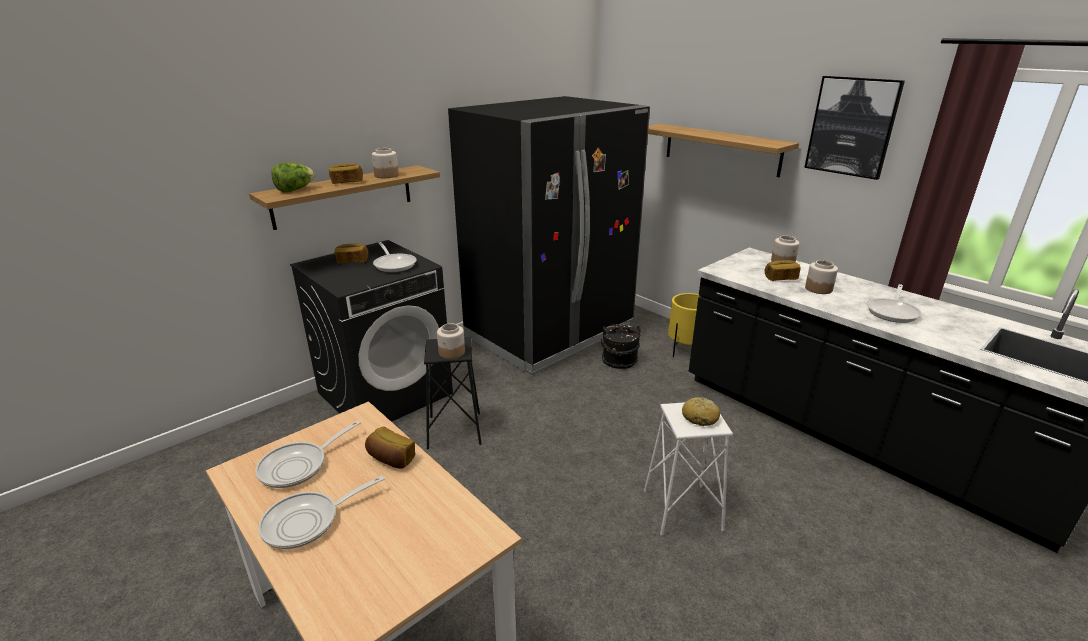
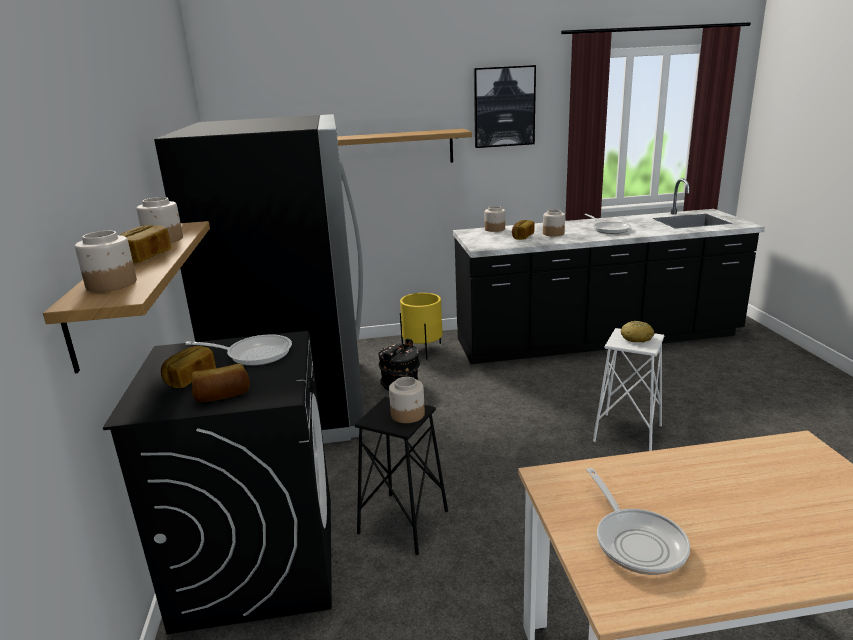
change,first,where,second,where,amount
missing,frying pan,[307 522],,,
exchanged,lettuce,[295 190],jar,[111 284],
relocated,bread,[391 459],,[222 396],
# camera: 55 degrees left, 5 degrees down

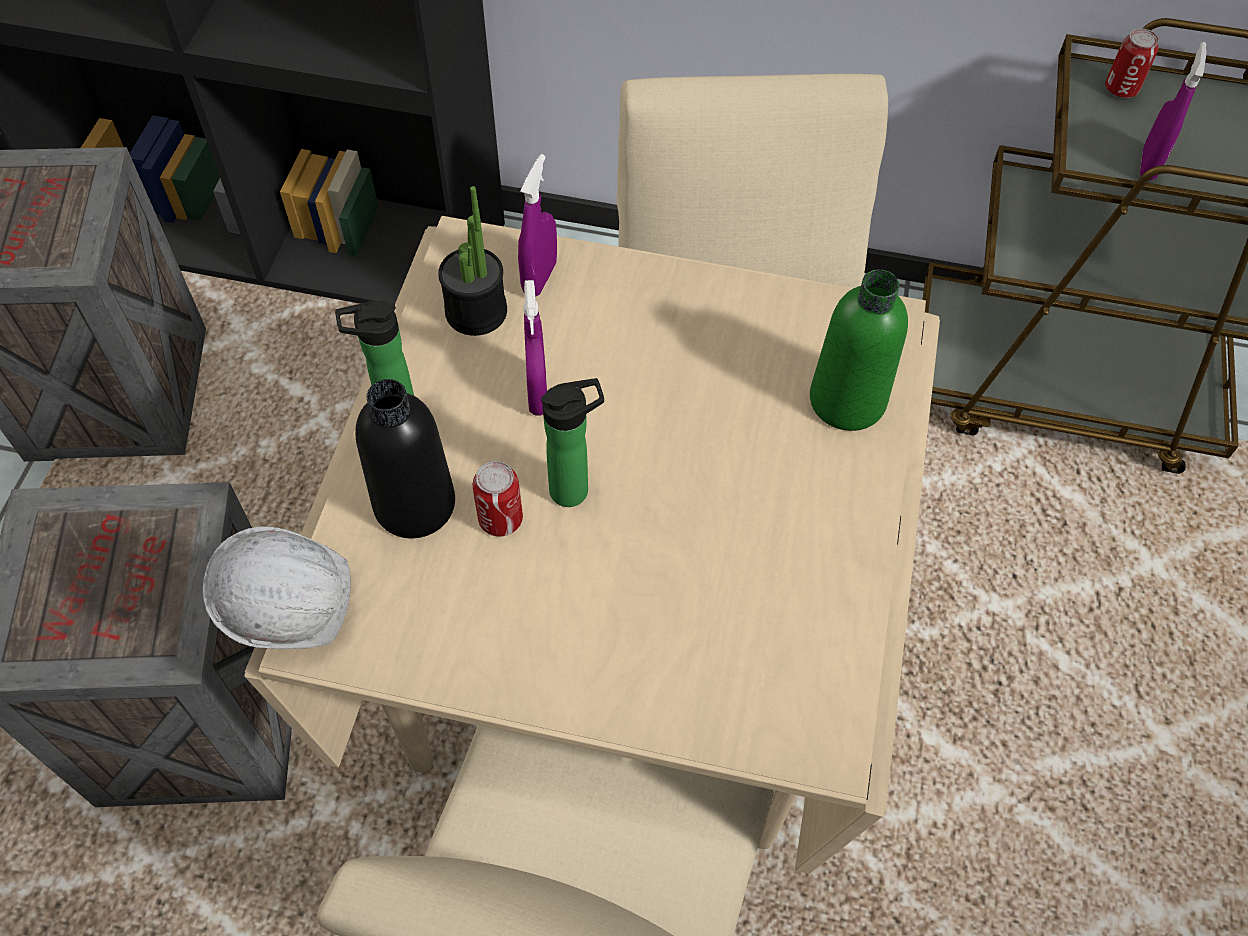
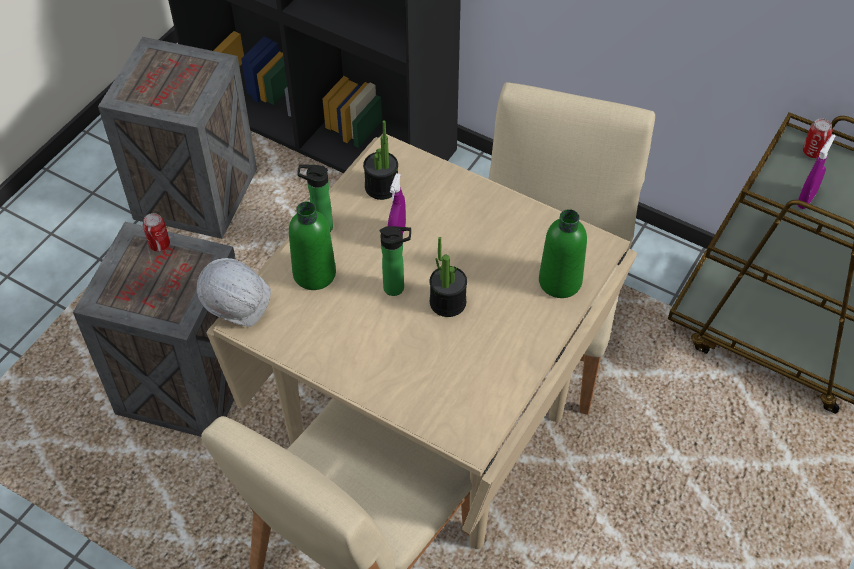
change,first,where,second,where,amount
colour,black bottle,[414 504],green bottle,[314 274],
relocated,can,[500 519],,[159 244],
missing,purple spray bottle,[539 278],,,
appeared,,,potted plant,[447 302],
# camera: 20 degrees right, 5 degrees down

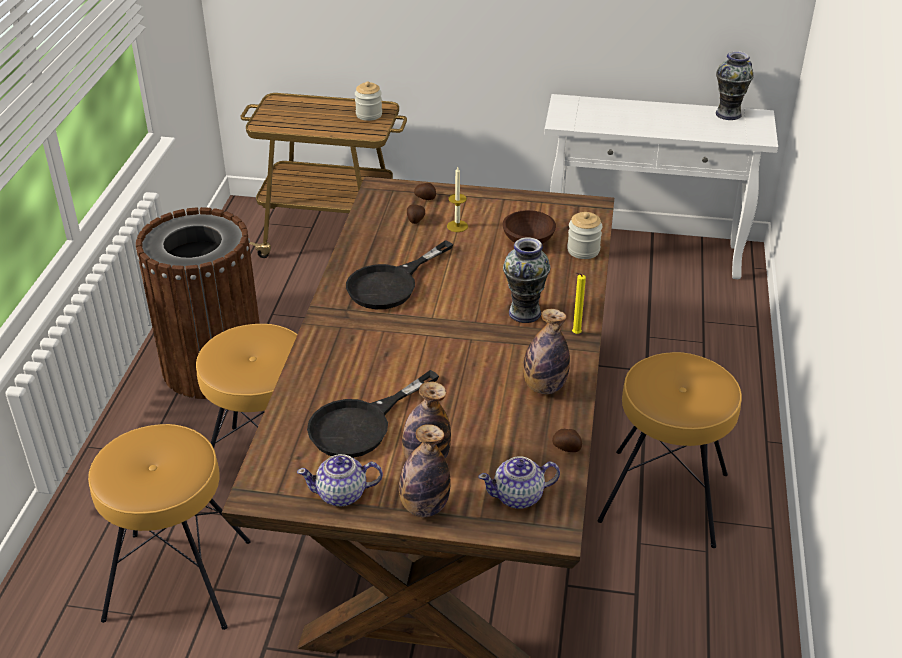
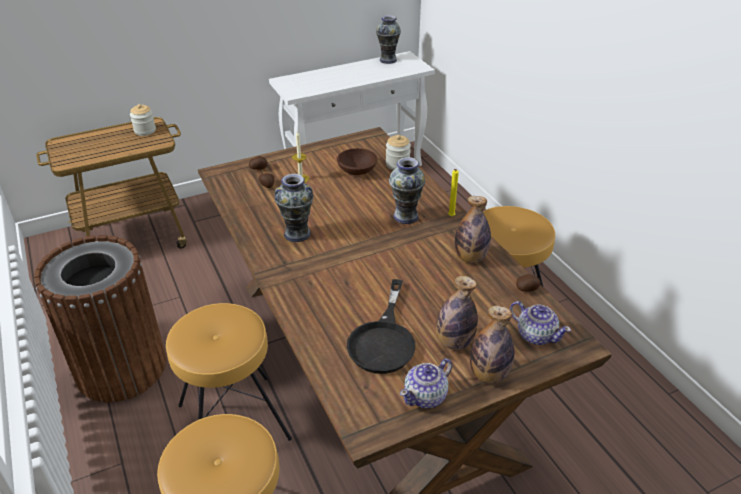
change,first,where,second,where,amount
exchanged,black frying pan,[391 284],vase,[297 234],
spun,teapot,[519 496],,[535 335],90 degrees counterclockwise
# camera: 35 degrees left, 0 degrees up

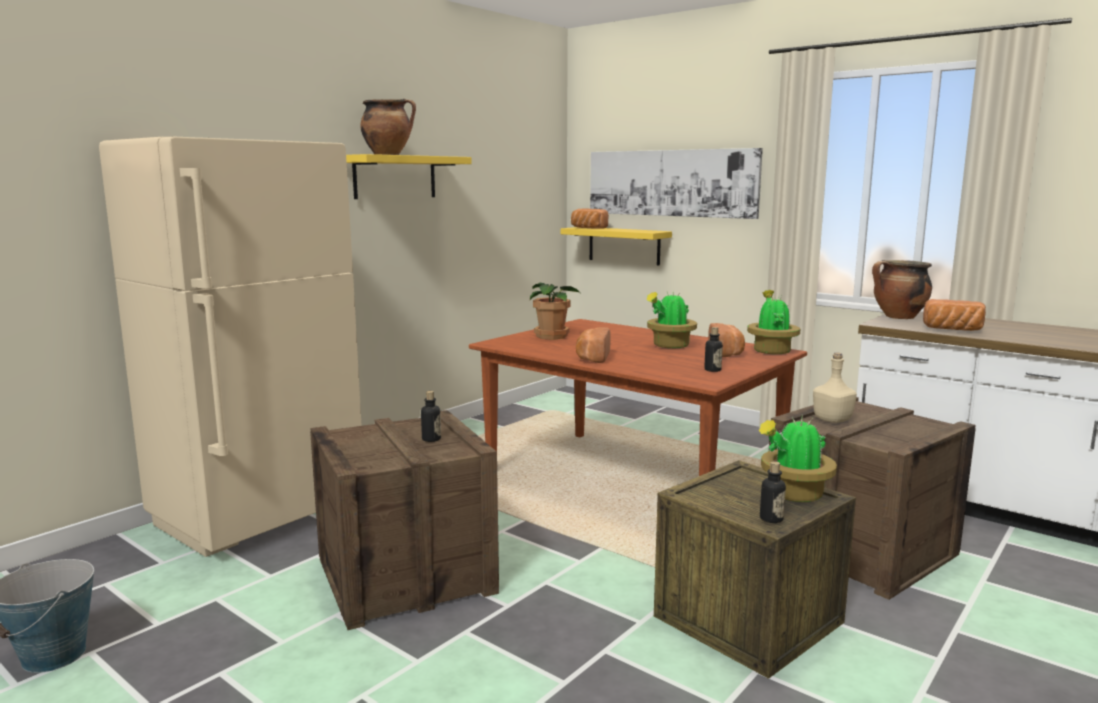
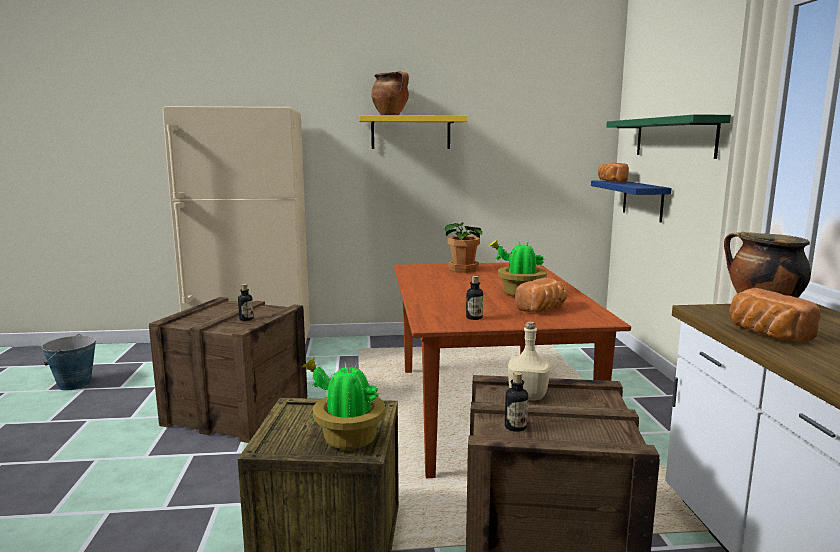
change,first,where,second,where,amount
colour,yellow shelf,[624 245],blue shelf,[642 200],
missing,bread,[592 358],,,
exchanged,picture,[670 183],green shelf,[674 137],
missing,potted plant,[771 351],,,
relocated,bottle,[771 519],,[515 427],
# camera: 45 degrees right, 0 degrees up

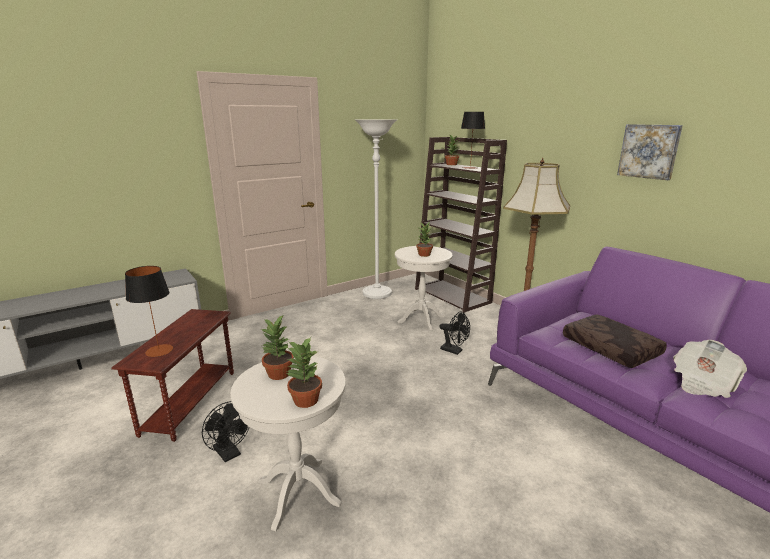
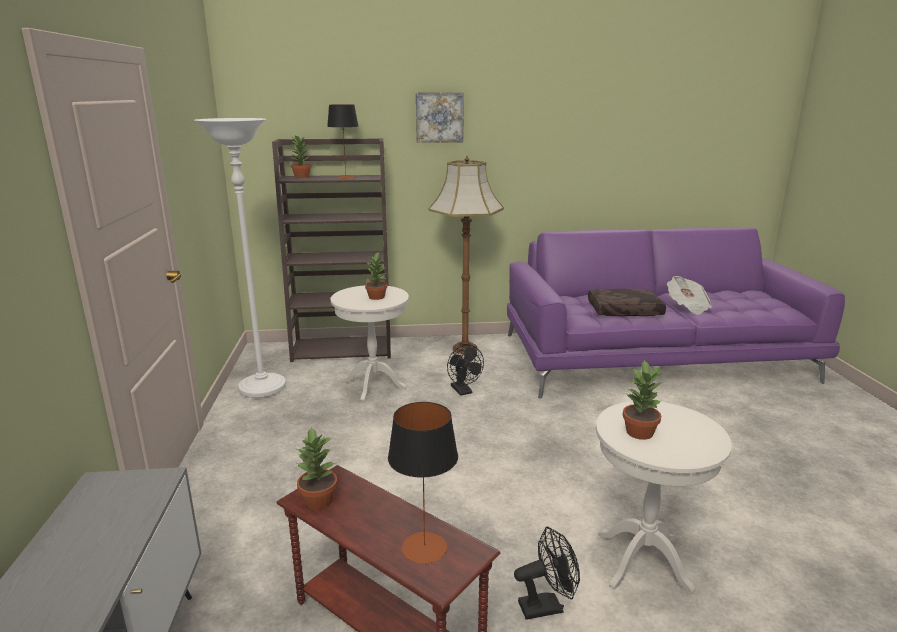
change,first,where,second,where,amount
relocated,potted plant,[305 400],,[318 501],
spun,black fan,[454 351],,[463 391],90 degrees clockwise
relocated,picture,[649 151],,[439 117],
# camera: 60 degrees left, 0 degrees up

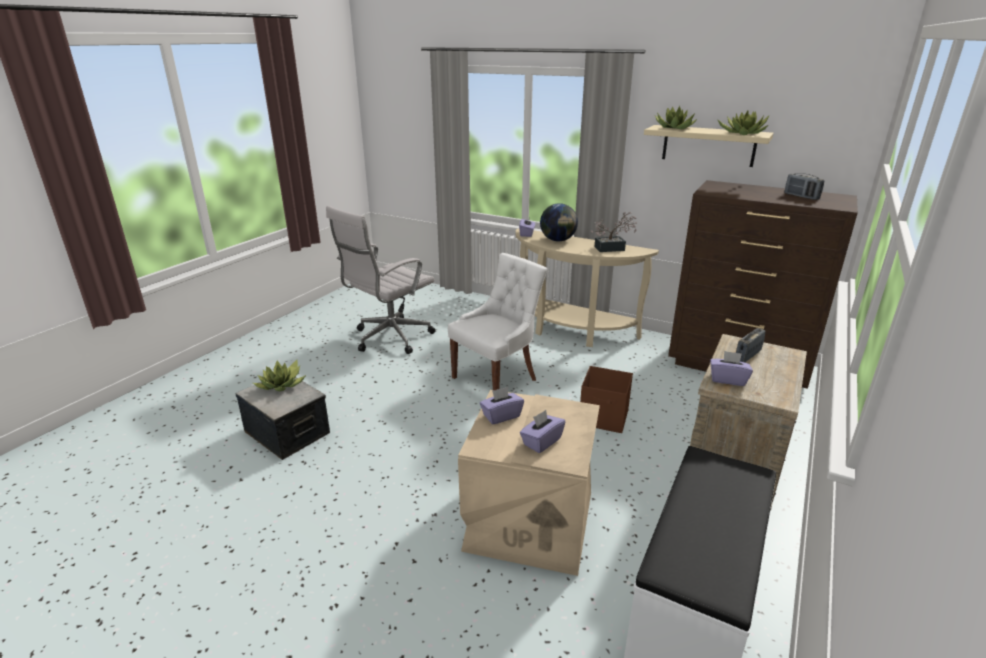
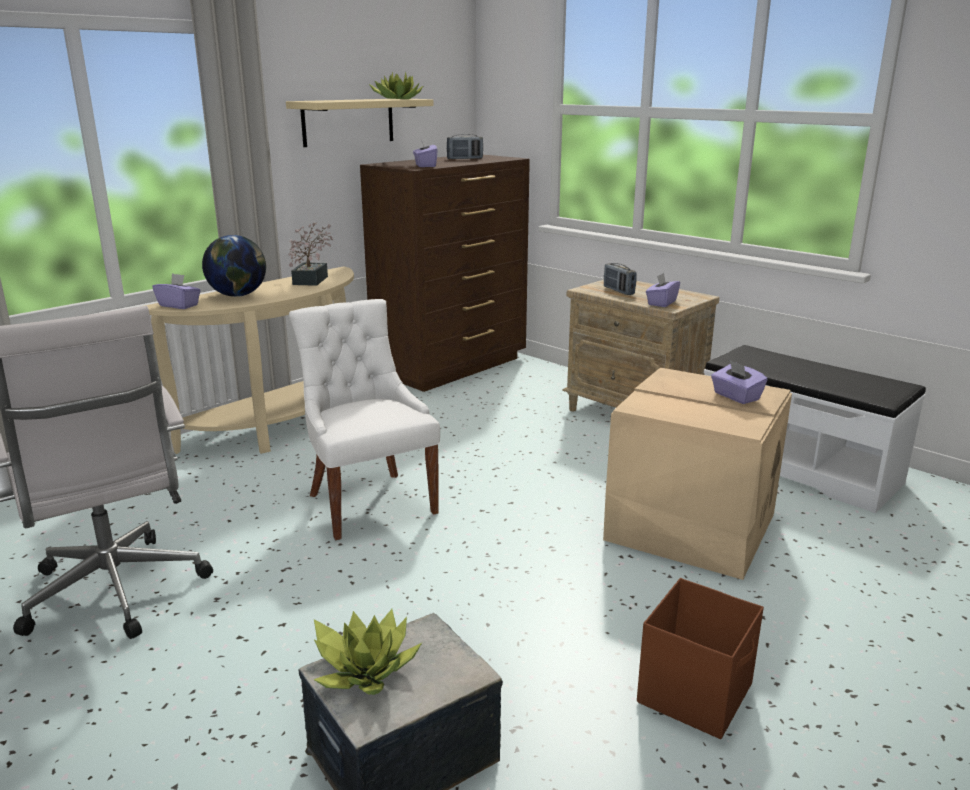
change,first,where,second,where,amount
relocated,purple tissue box,[501 416],,[425 166],
relocated,brown storage box,[604 418],,[696 693],
missing,potted plant,[674 128],,,
# camera: 75 degrees left, 5 degrees down

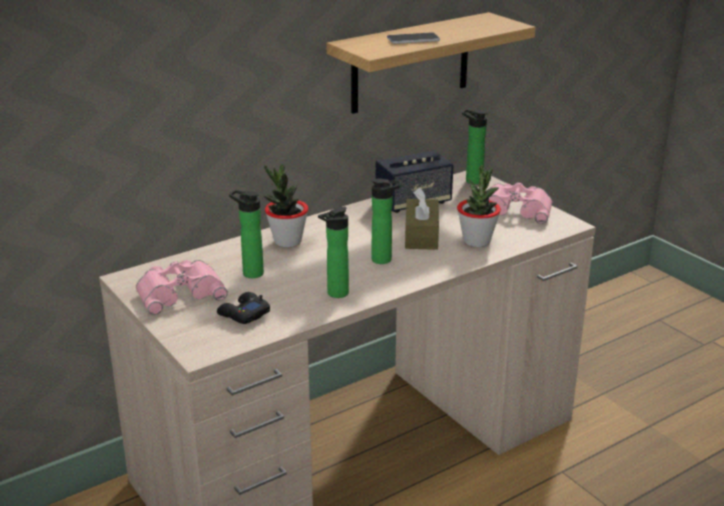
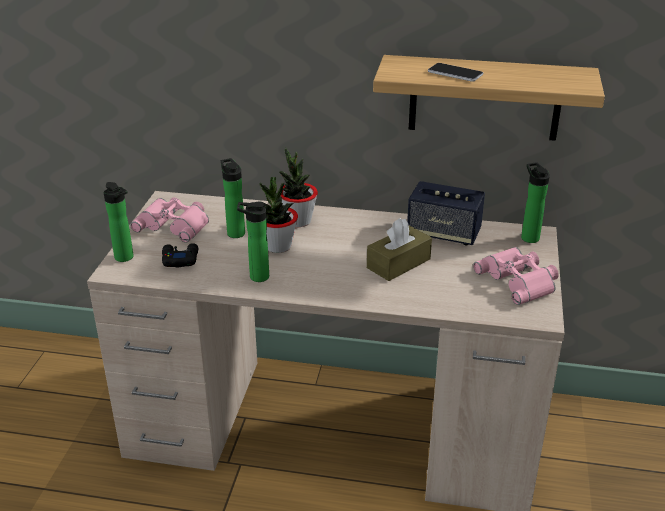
change,first,where,second,where,amount
relocated,bottle,[385 260],,[125 258],
relocated,potted plant,[476 241],,[278 246],
# camera: 45 degrees right, 5 degrees up

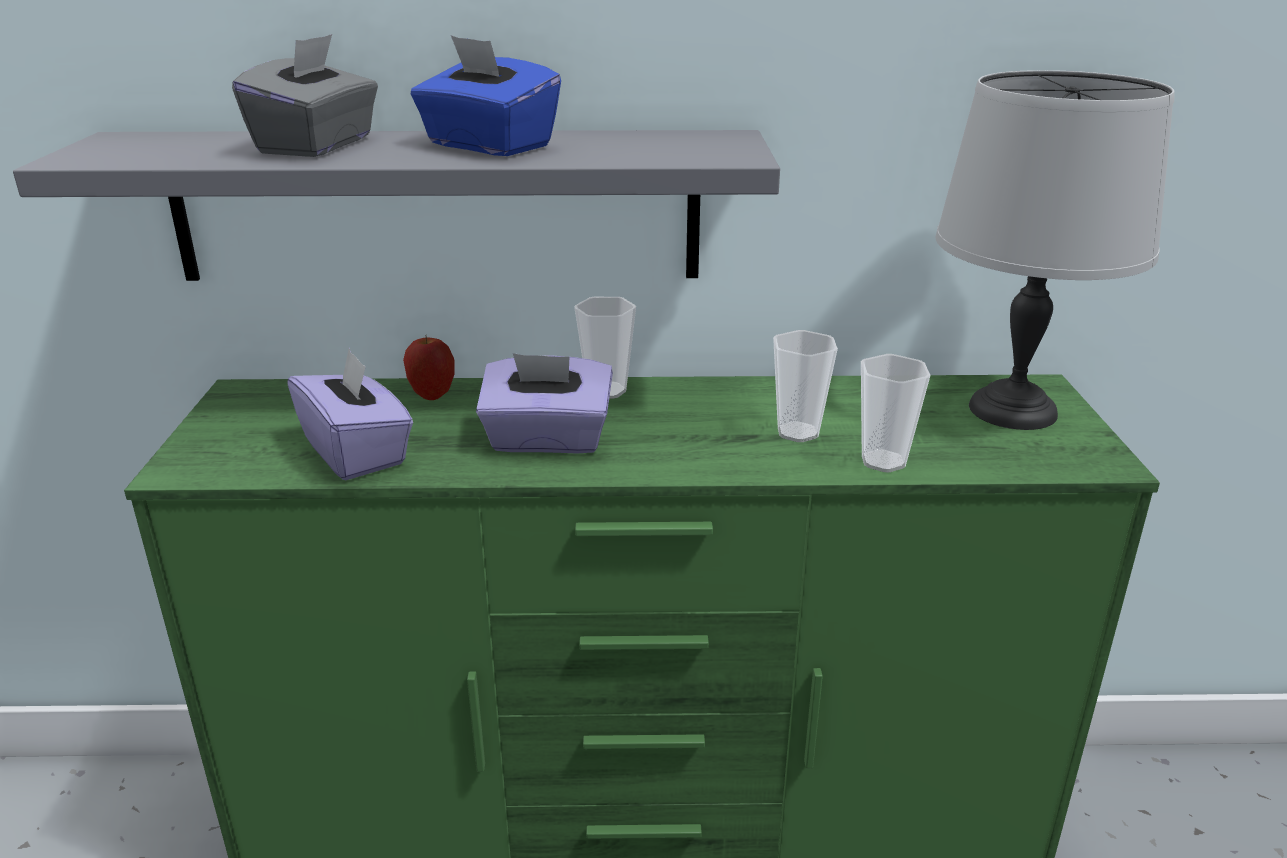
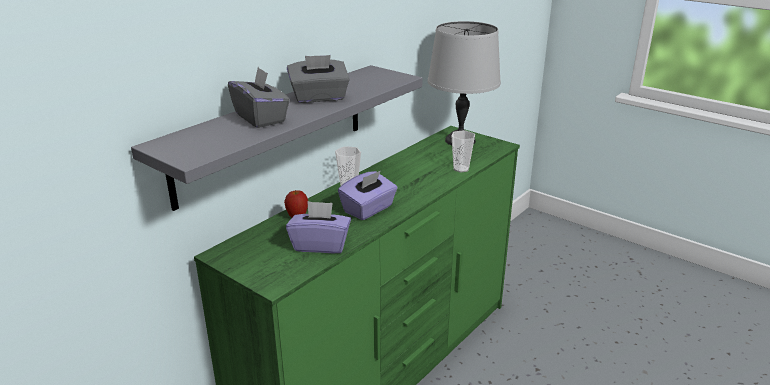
change,first,where,second,where,amount
colour,blue tissue box,[488 146],grey tissue box,[319 98],
missing,cup,[797 432],,,
# camera: 50 degrees left, 0 degrees up

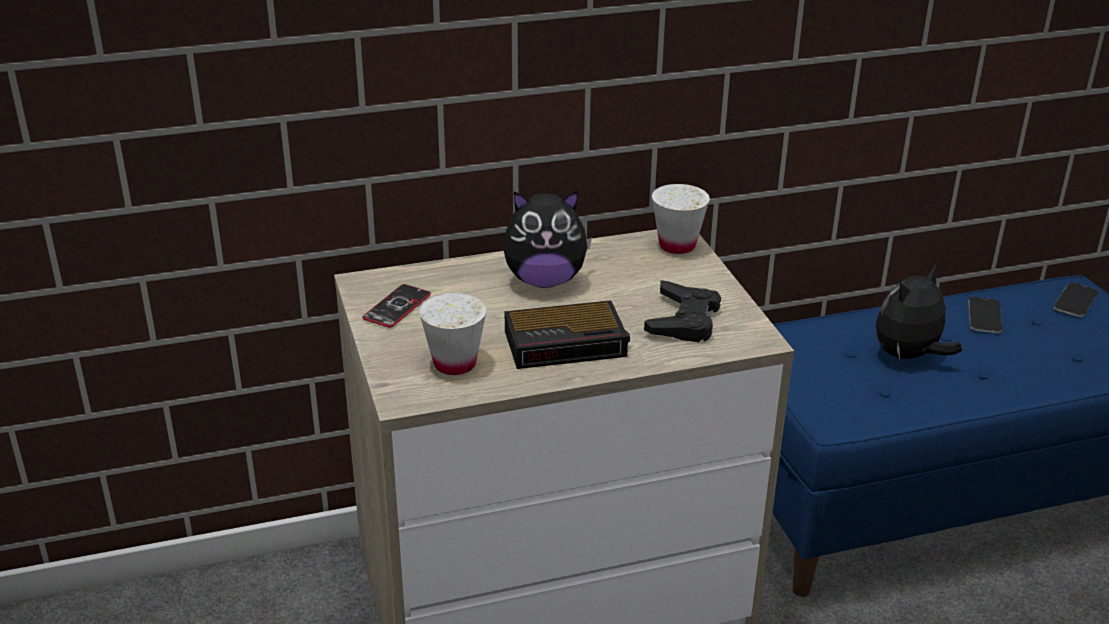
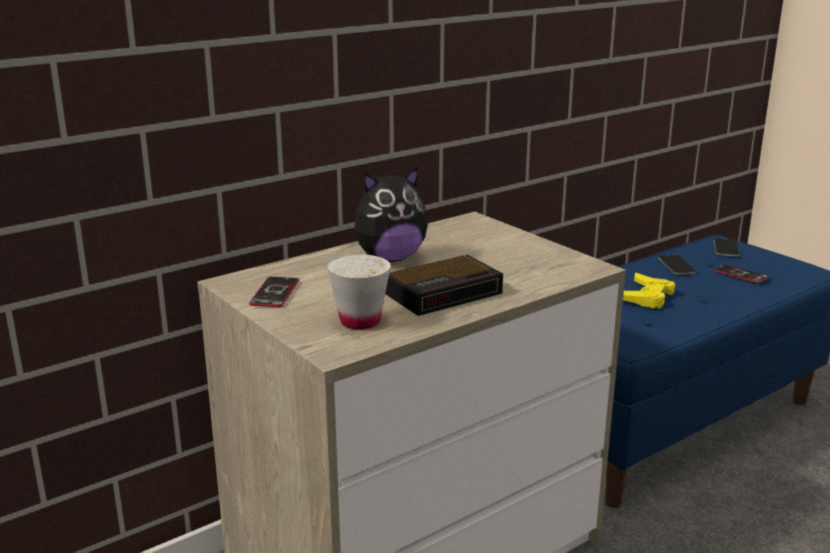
change,first,where,second,where,amount
missing,black game controller,[683 320],,,
missing,white cup,[677 245],,,
exchanged,plush toy,[908 356],yellow game controller,[646 297],
appeared,,,phone,[740 275],
# camera: 20 degrees left, 10 degrees down

